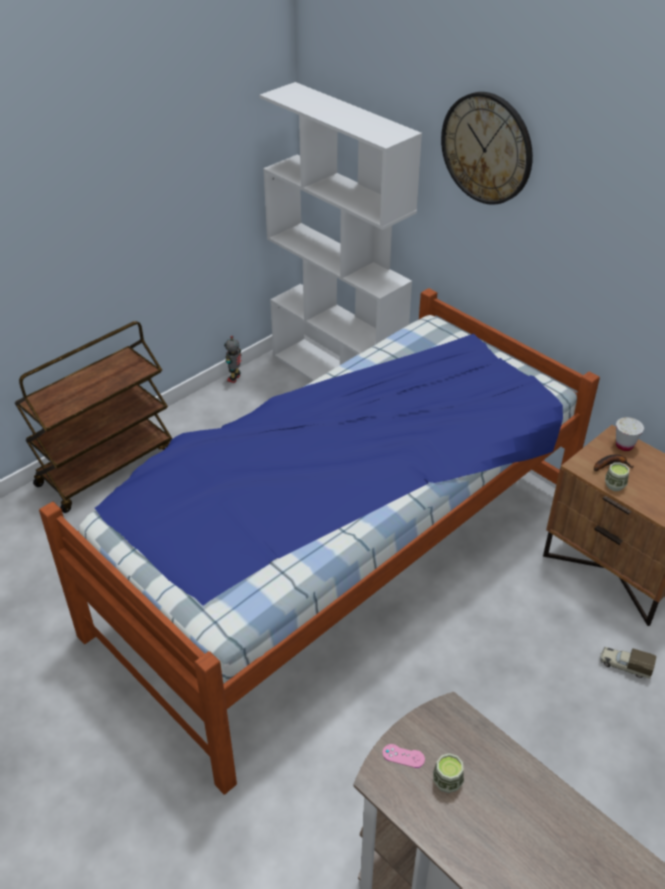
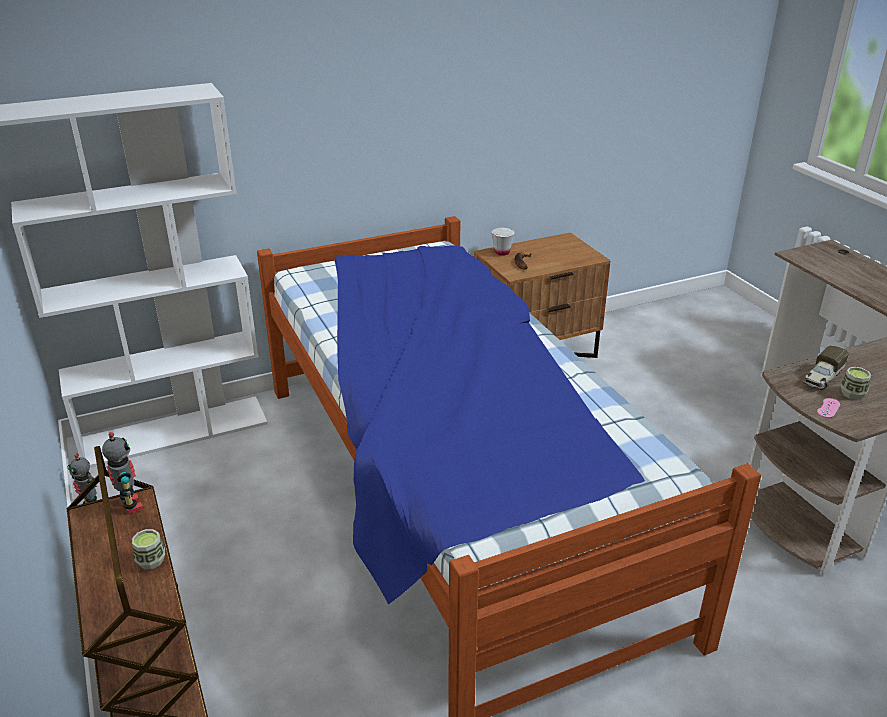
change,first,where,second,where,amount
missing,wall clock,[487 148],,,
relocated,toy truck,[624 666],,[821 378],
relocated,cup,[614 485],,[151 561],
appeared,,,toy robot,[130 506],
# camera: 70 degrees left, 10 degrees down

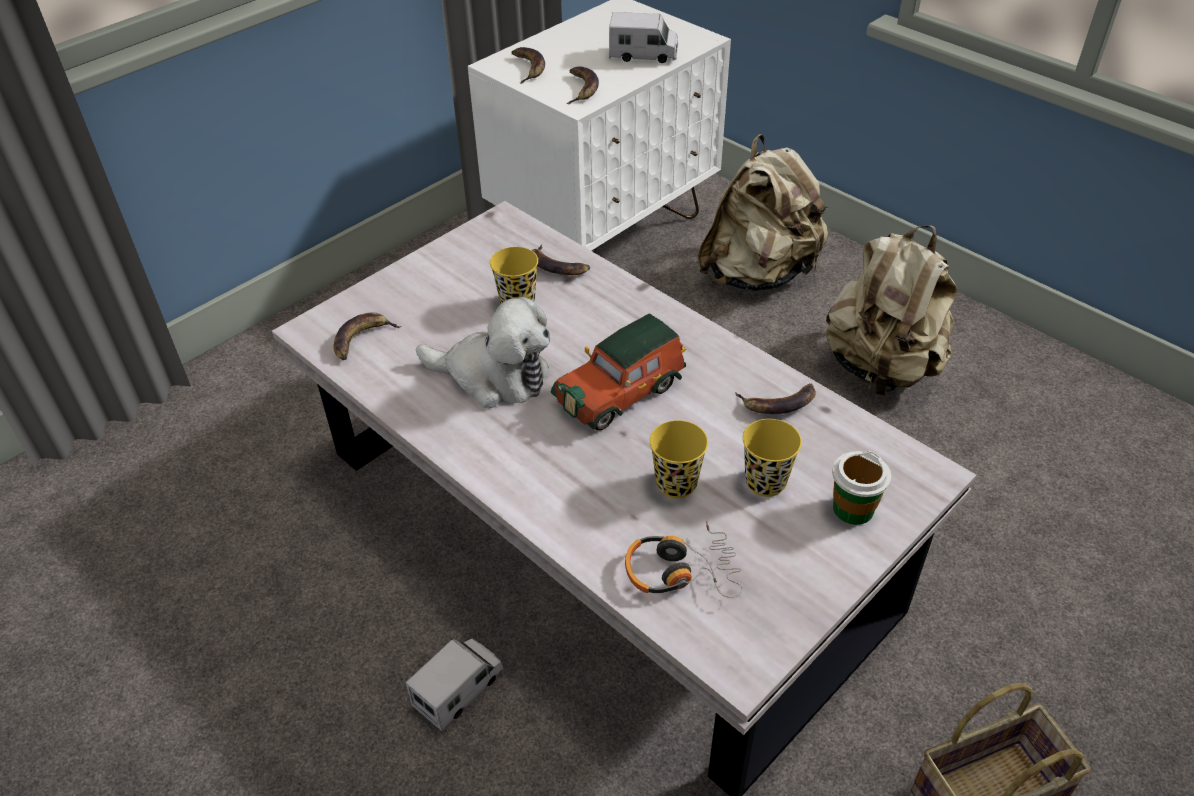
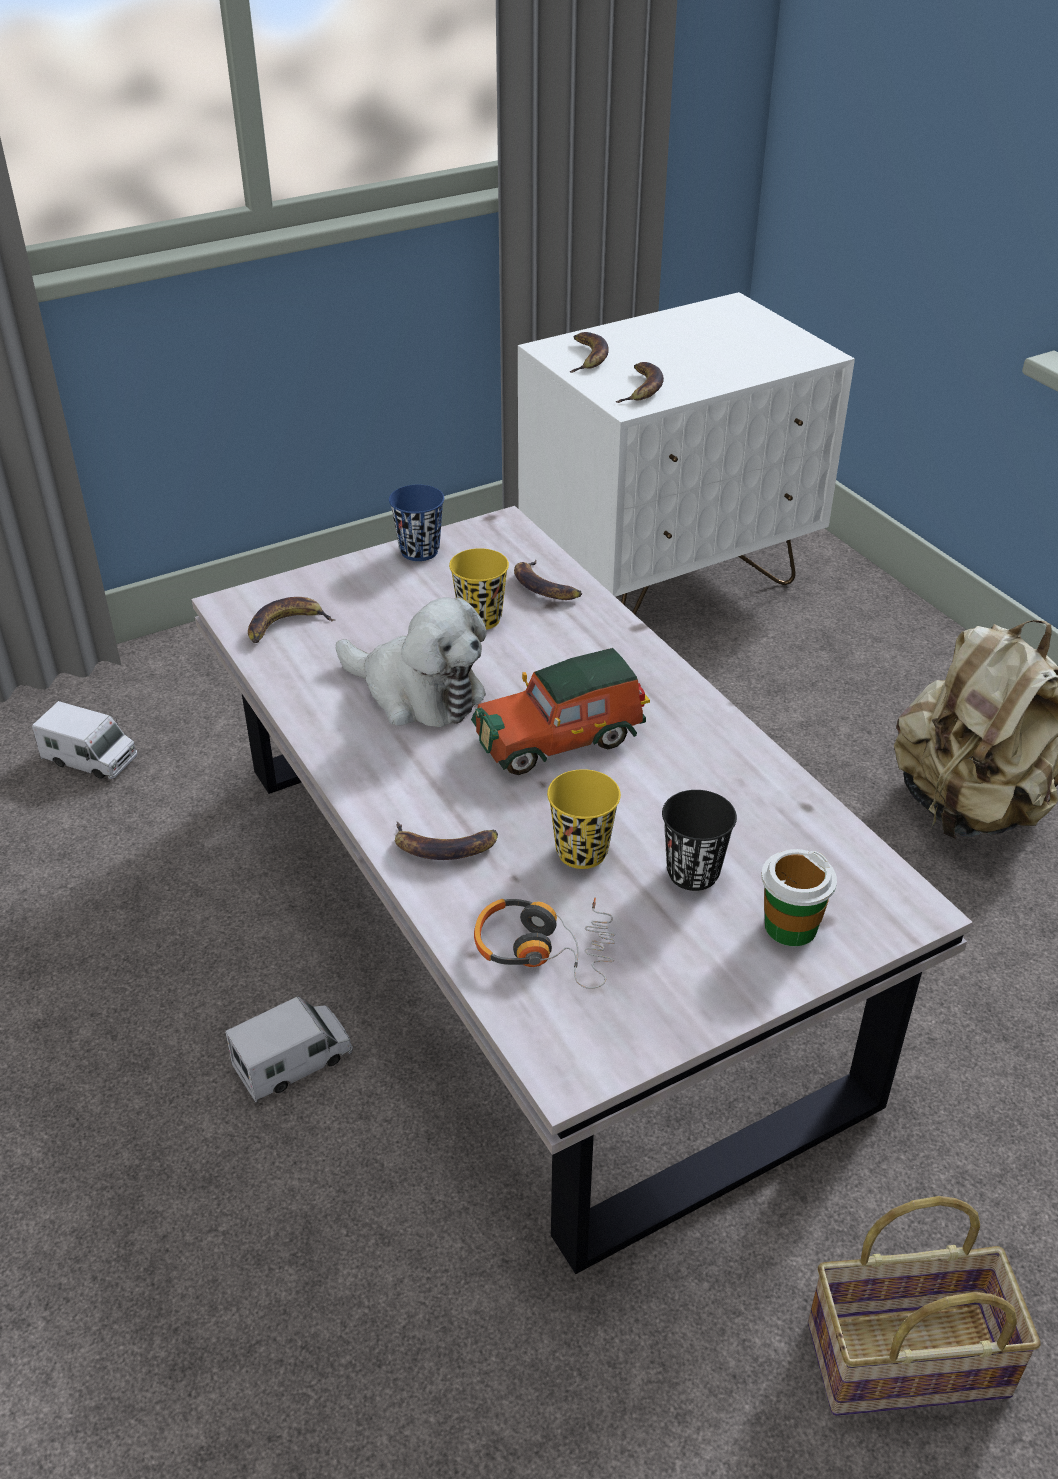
change,first,where,second,where,amount
relocated,toy truck,[643 55],,[90 759],
missing,beige backpack,[758 274],,,
relocated,banana,[778 403],,[444 846],
colour,yellow cup,[765 482],black cup,[693 873],
appeared,,,blue cup,[419 551],
# camera: 15 degrees right, 5 degrees down

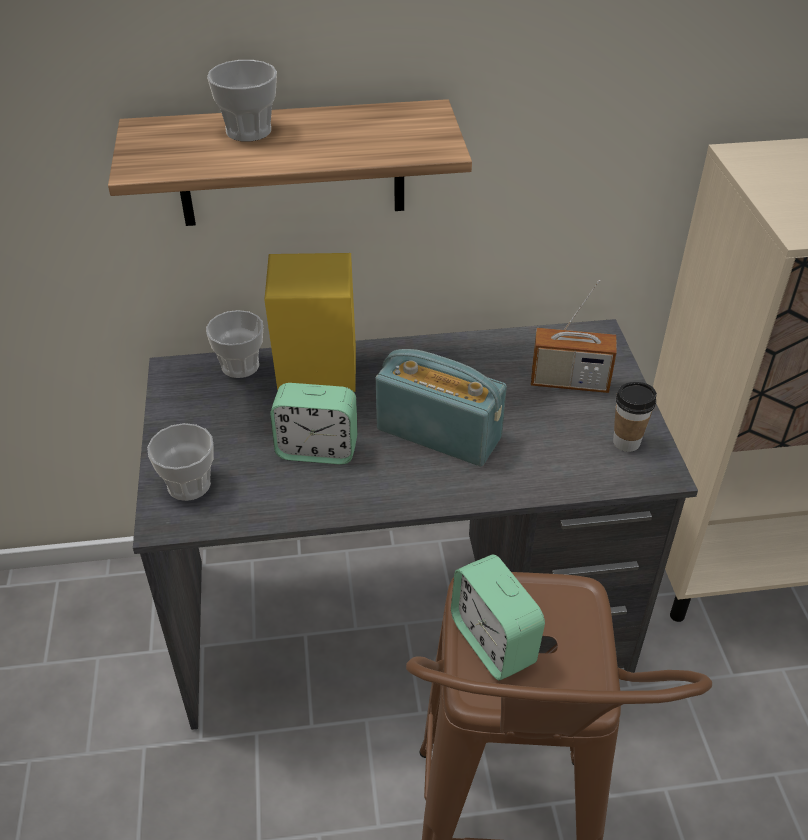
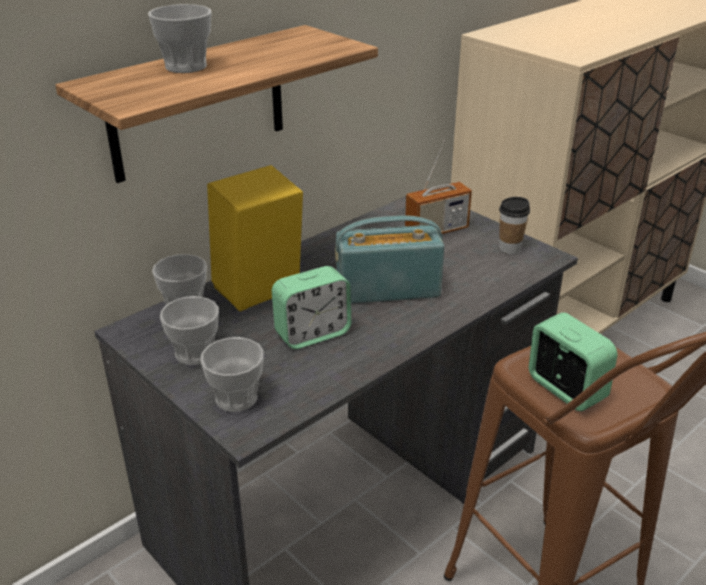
change,first,where,second,where,amount
spun,alarm clock,[493 642],,[565 389],150 degrees counterclockwise
appeared,,,cup,[195 353],
# camera: 35 degrees left, 10 degrees down

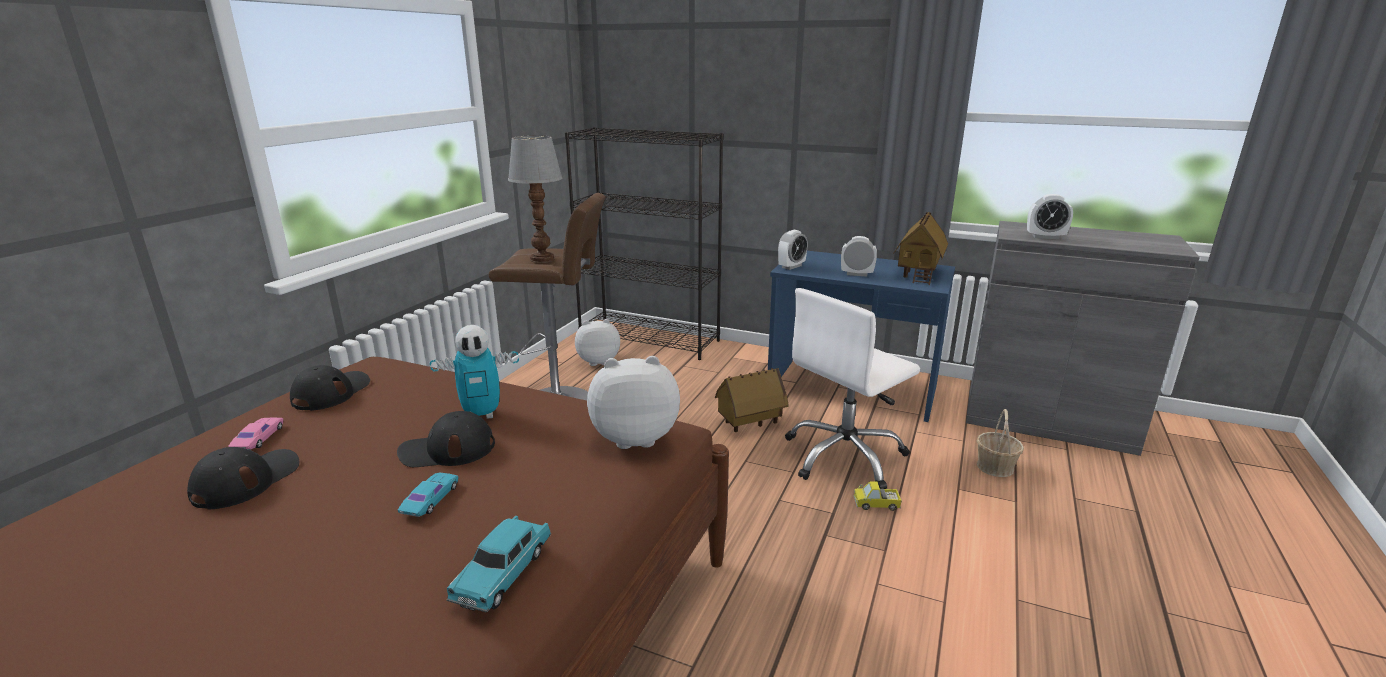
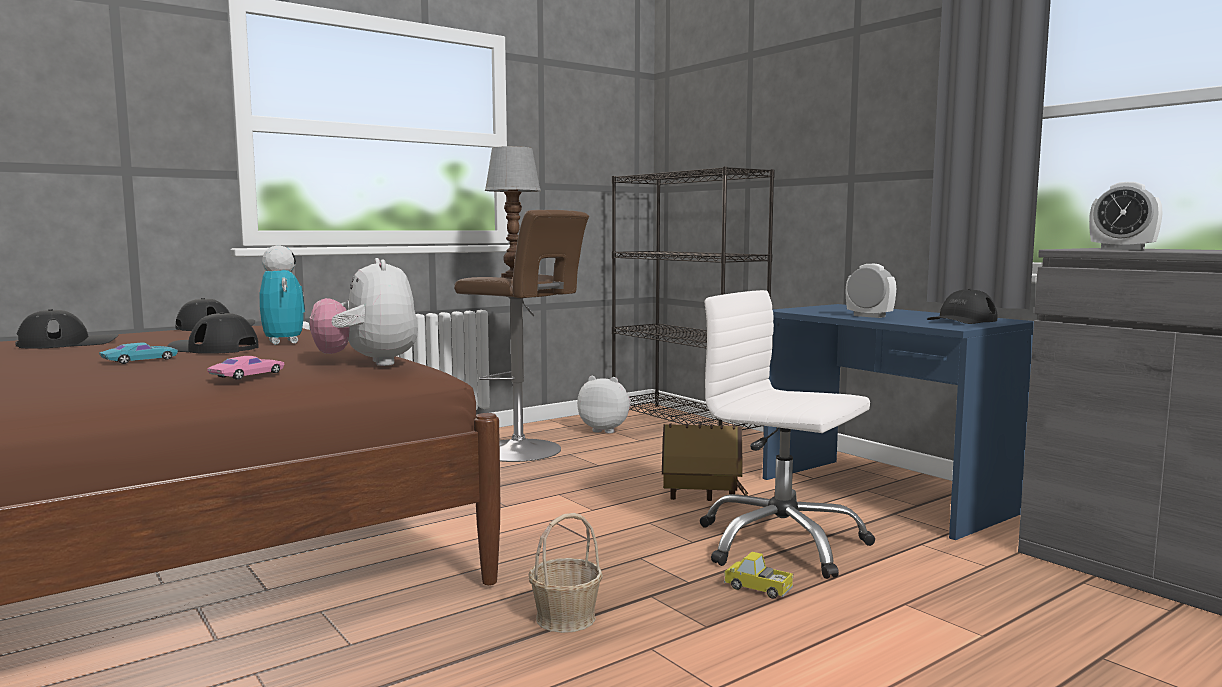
change,first,where,second,where,amount
relocated,pink toy car,[258 438],,[247 375],
spun,toy robot,[482 414],,[283 342],135 degrees counterclockwise
missing,turquoise toy car,[503 574],,,
spun,plush toy,[634 437],,[368 364],135 degrees counterclockwise
missing,alarm clock,[791 266],,,
spun,white office chair,[844 456],,[780 544],45 degrees clockwise
exchanged,toy house,[918 273],black cap,[962 320],
relocated,basket,[995 467],,[565 618],
# camera: 30 degrees right, 15 degrees down

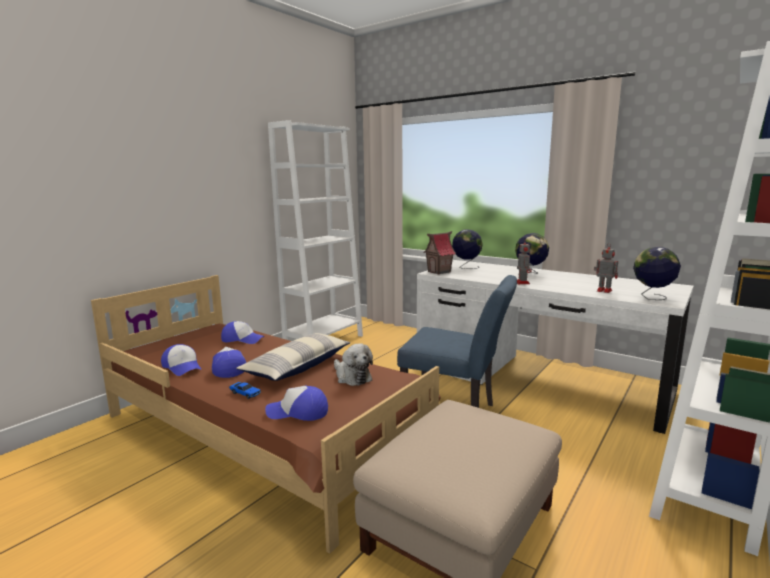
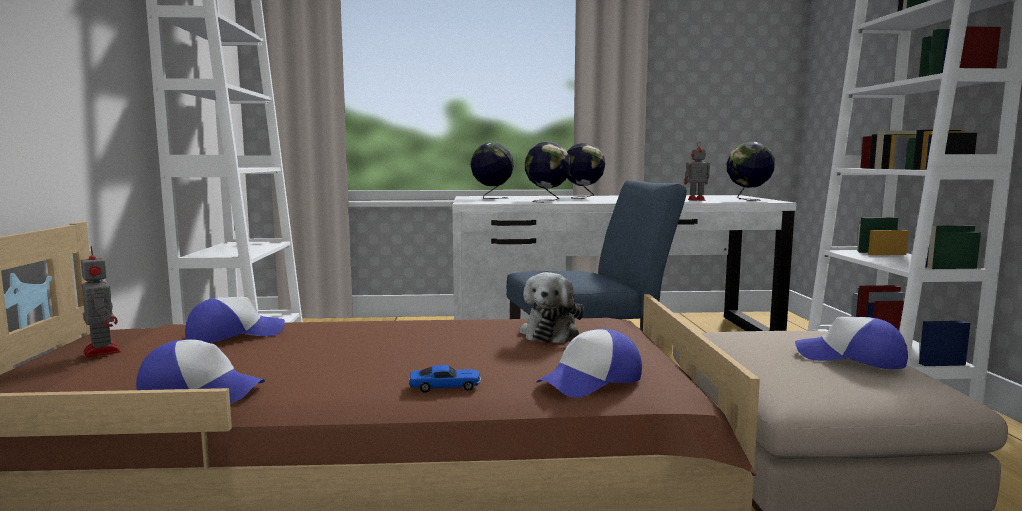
change,first,where,second,where,amount
relocated,cap,[228 368],,[850 358],
missing,pillow,[298 366],,,
spun,plush toy,[352 377],,[550 333],90 degrees clockwise
missing,toy house,[439 272],,,
relocated,toy robot,[522 282],,[101 351],
appeared,,,globe,[547 201],
# camera: 40 degrees left, 5 degrees down

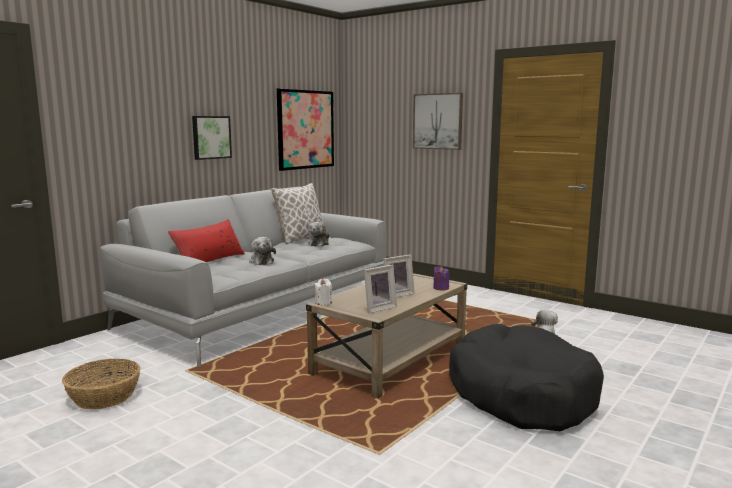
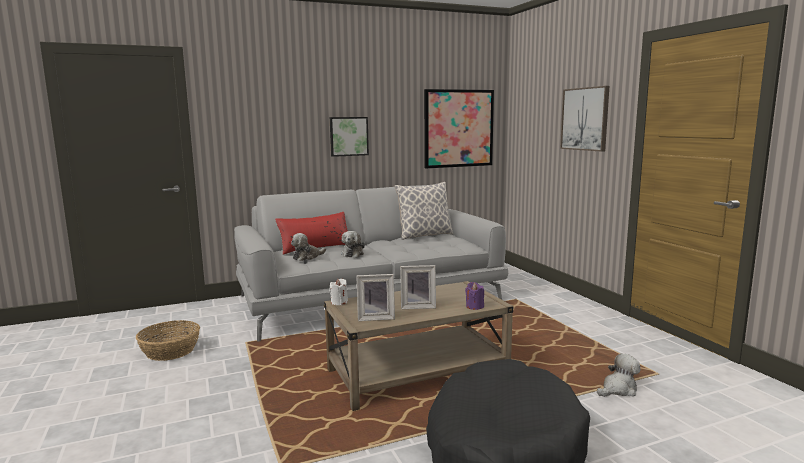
change,first,where,second,where,amount
relocated,plush toy,[319 244],,[307 257],
# camera: 30 degrees right, 0 degrees up

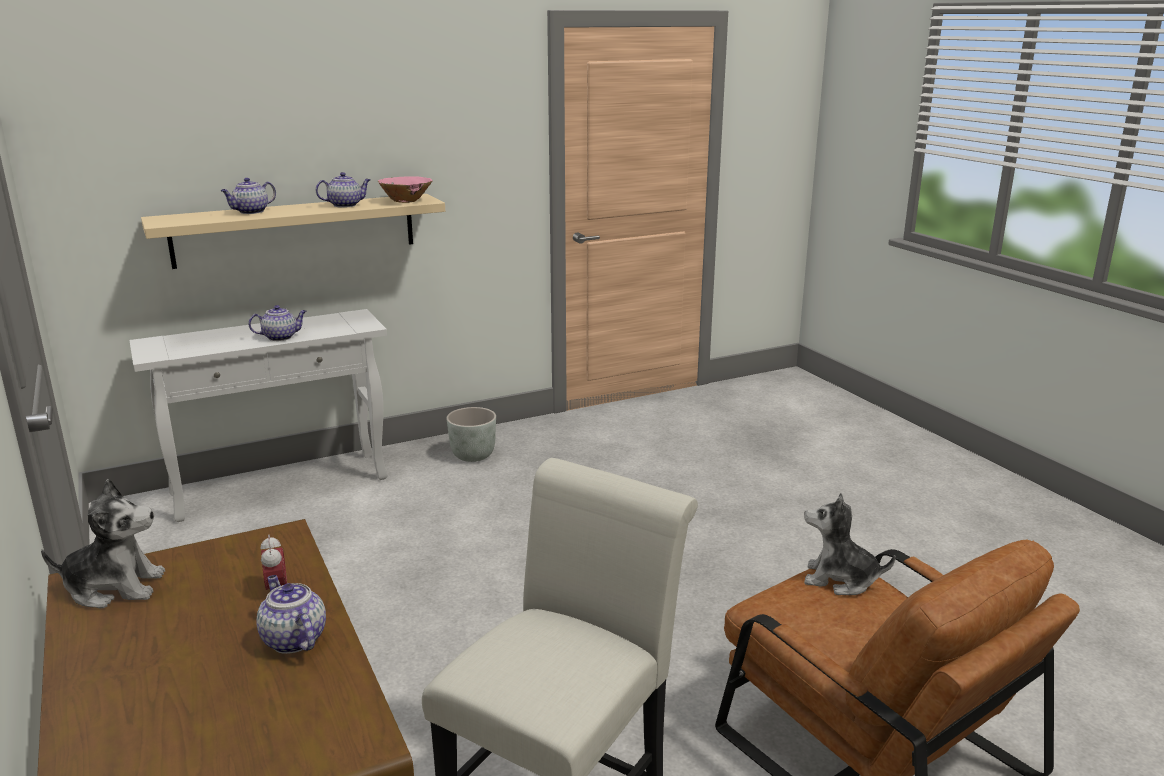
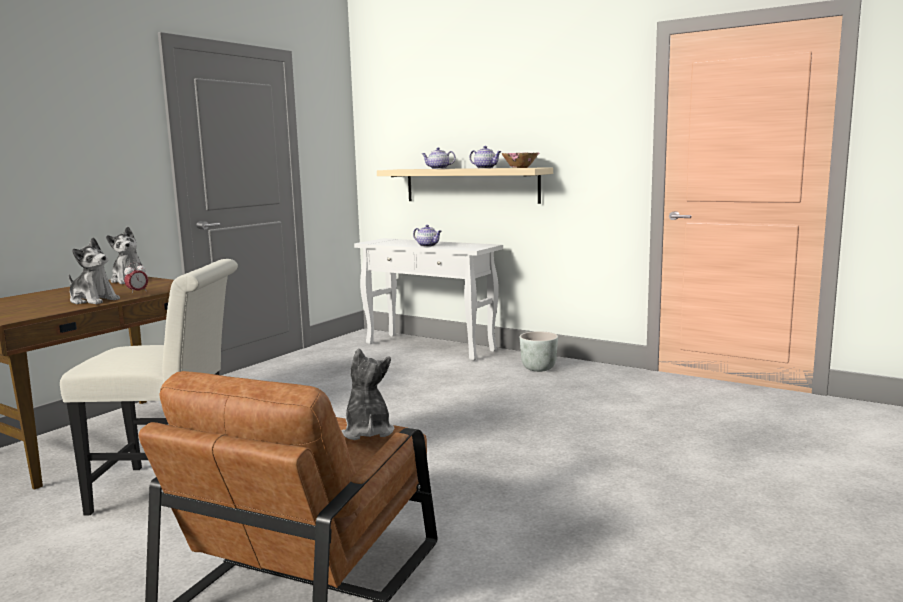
change,first,where,second,where,amount
exchanged,teapot,[293 639],plush toy,[93 300],
# camera: 60 degrees right, 10 degrees down

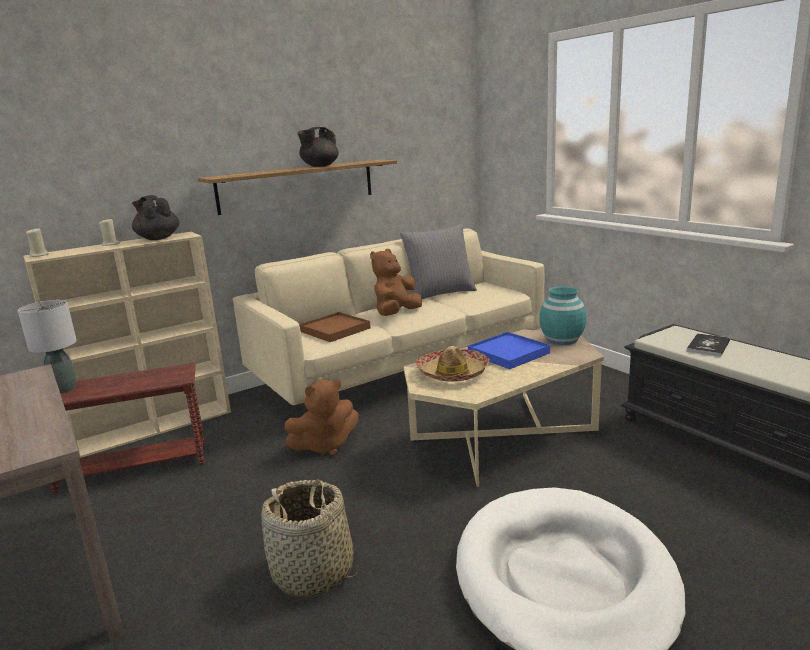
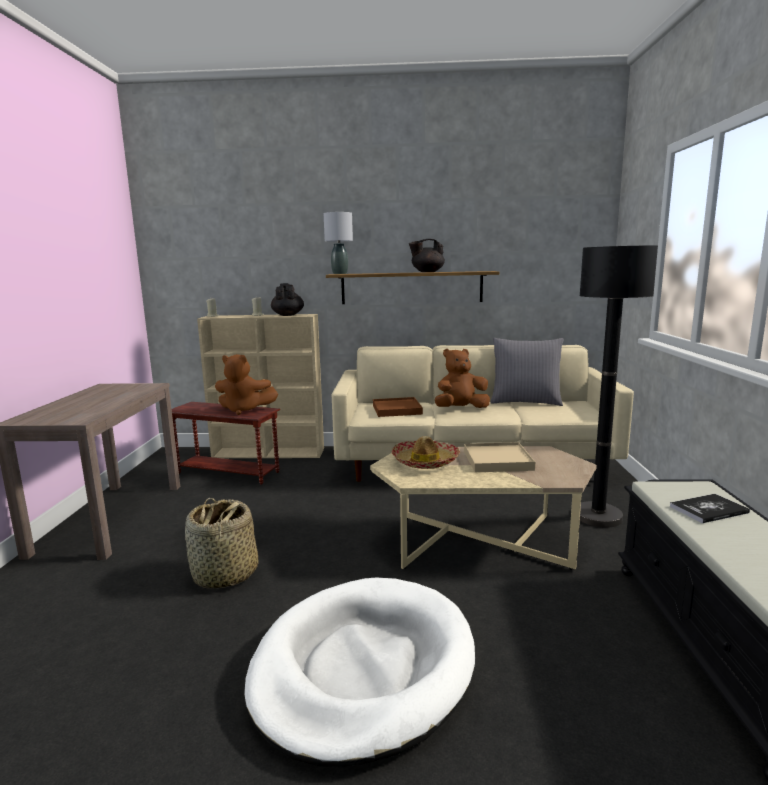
change,first,where,second,where,amount
relocated,grey table lamp,[64 390],,[339 274],
relocated,brown plush toy,[325 445],,[244 410],
colour,blue tray,[508 353],beige tray,[497 460],
missing,turquoise vase,[562 340],,,
appeared,,,black floor lamp,[597 516],
# camera: 35 degrees right, 5 degrees down

